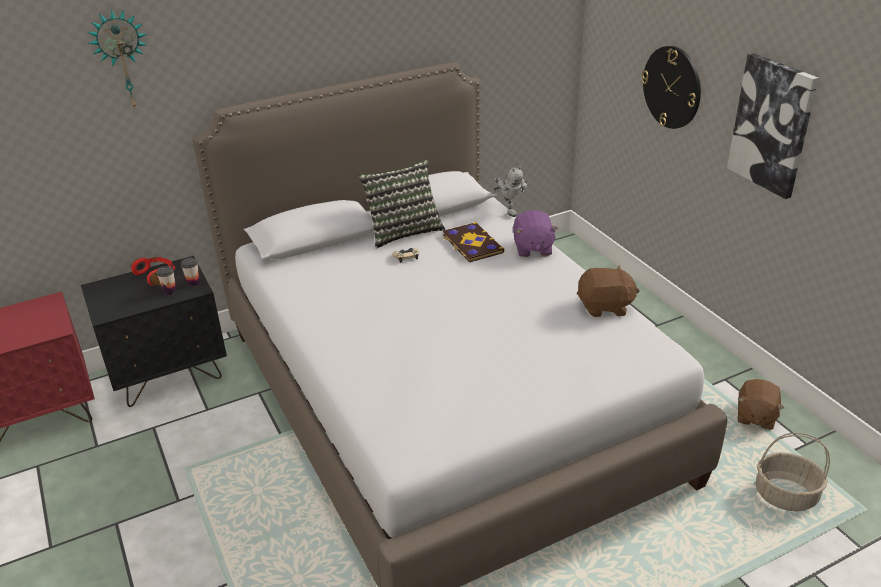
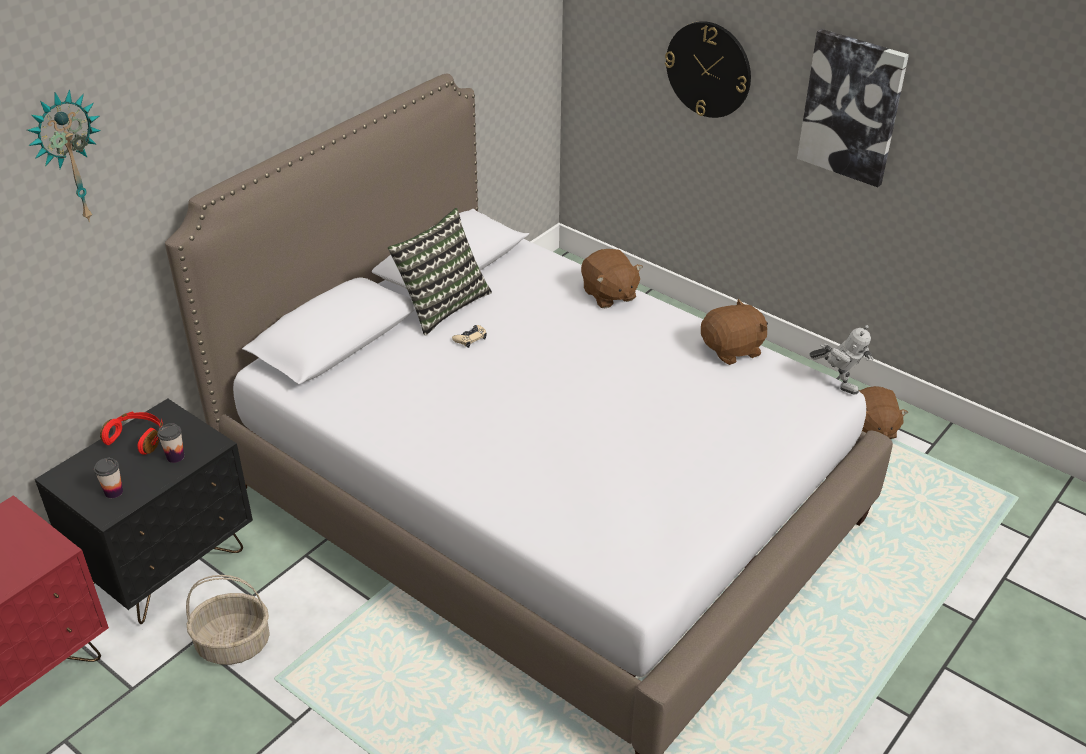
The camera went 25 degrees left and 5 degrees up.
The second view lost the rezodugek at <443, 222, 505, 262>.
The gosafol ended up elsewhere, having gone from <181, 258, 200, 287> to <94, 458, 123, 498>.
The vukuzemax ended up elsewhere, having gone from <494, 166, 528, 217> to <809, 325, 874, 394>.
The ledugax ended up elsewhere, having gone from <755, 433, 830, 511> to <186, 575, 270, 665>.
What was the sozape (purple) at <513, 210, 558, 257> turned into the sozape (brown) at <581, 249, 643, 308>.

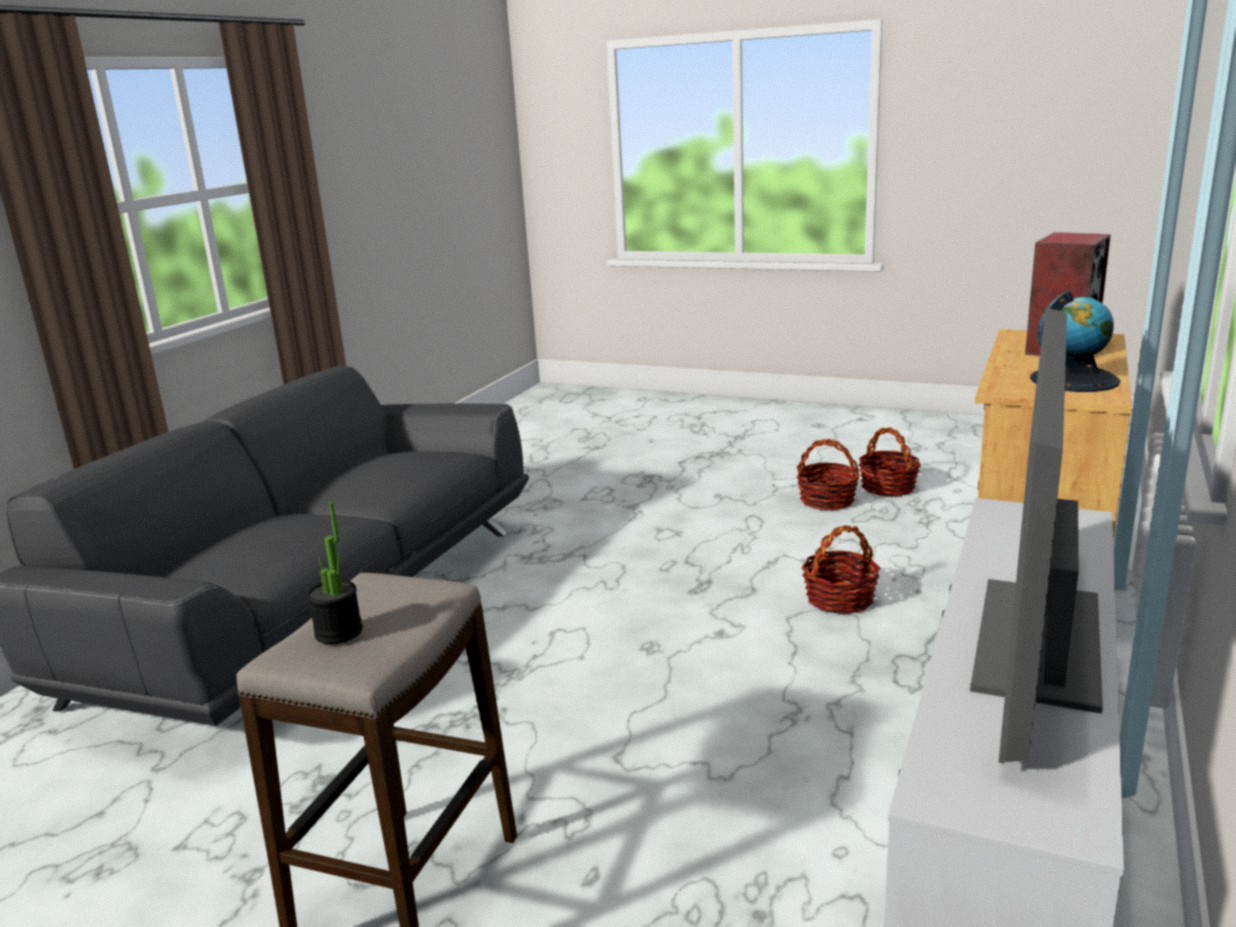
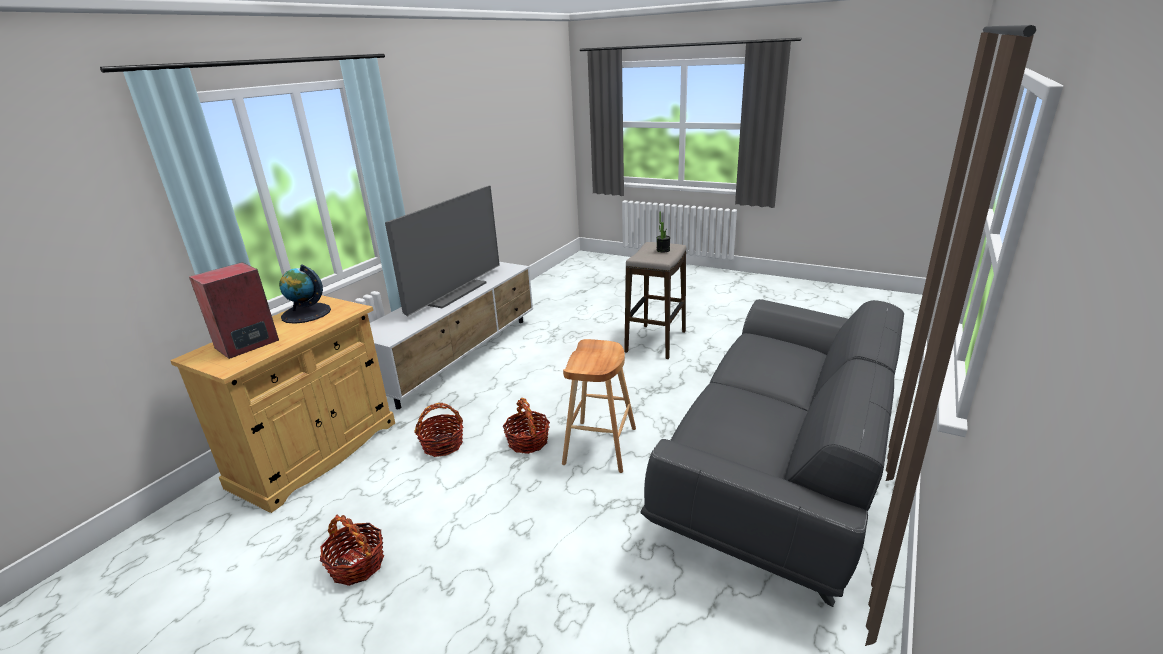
The camera went 175 degrees left and 5 degrees up.
The second view gained the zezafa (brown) at <562, 339, 636, 473>.
The ledugax ended up elsewhere, having gone from <859, 427, 921, 497> to <503, 398, 550, 454>.

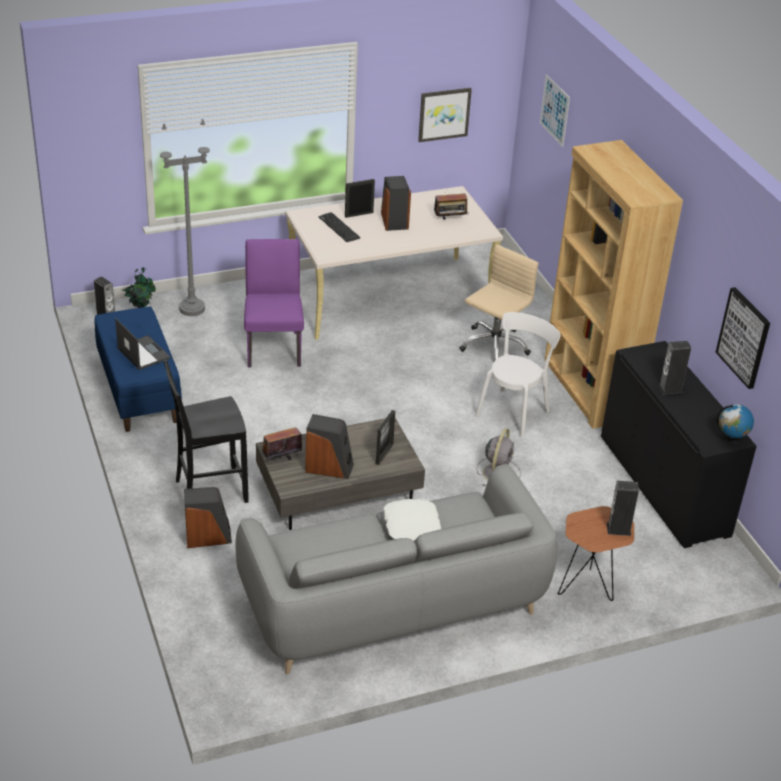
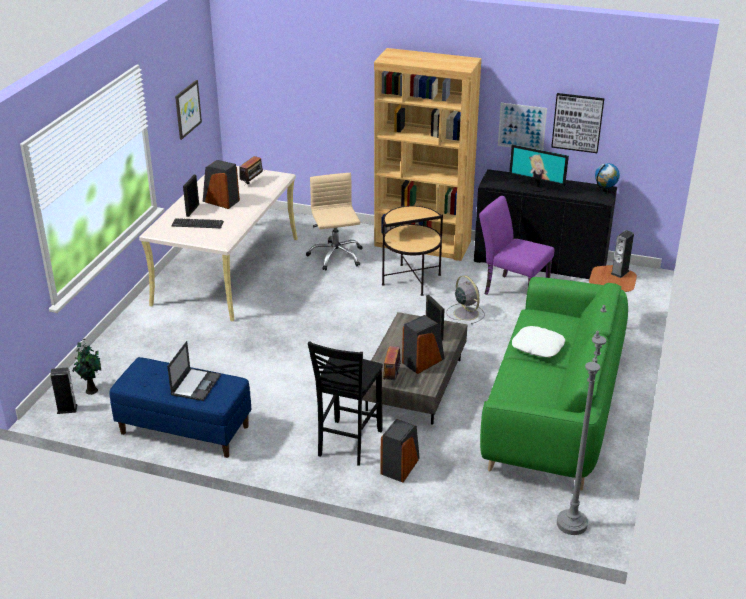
The camera went 50 degrees left and 5 degrees down.
The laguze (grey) ended up elsewhere, having gone from <160, 119, 210, 316> to <557, 305, 607, 535>.
The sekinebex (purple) ended up elsewhere, having gone from <244, 239, 304, 367> to <479, 196, 554, 295>.
The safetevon ended up elsewhere, having gone from <540, 74, 570, 147> to <498, 103, 547, 150>.
Where the sekinebex (white) stood at <475, 312, 560, 437>, the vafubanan came to stand at <382, 205, 443, 296>.
Where the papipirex stood at <658, 341, 691, 394>, the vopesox came to stand at <509, 145, 569, 192>.
What was the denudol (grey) at <236, 464, 557, 674> turned into the denudol (green) at <480, 277, 628, 491>.
The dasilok at <115, 318, 171, 370> ended up facing another way, 105 degrees clockwise from before.

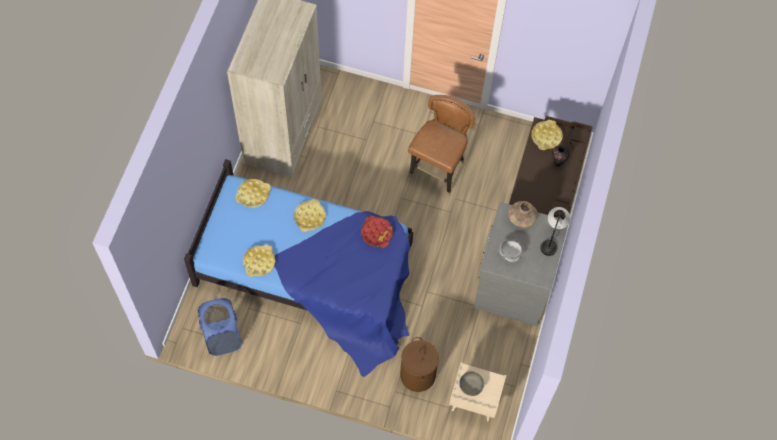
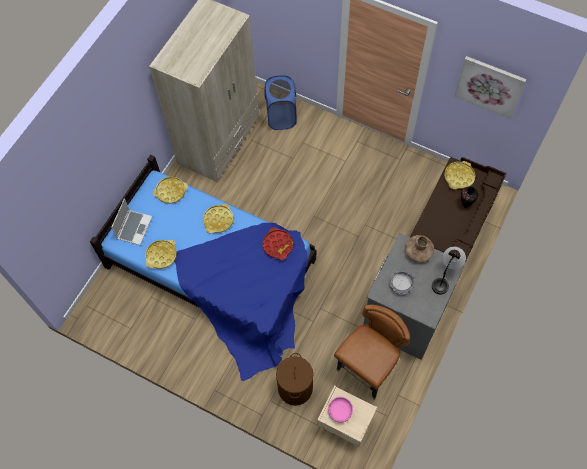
The camera went 15 degrees right and 0 degrees up.
The second view gained the dasilok at <111, 198, 152, 245>.
The second view gained the safetevon at <454, 56, 527, 119>.
The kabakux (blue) ended up elsewhere, having gone from <198, 298, 242, 356> to <265, 75, 296, 130>.
The sekinebex (brown) ended up elsewhere, having gone from <408, 95, 475, 196> to <334, 305, 410, 400>.
What was the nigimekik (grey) at <459, 371, 484, 396> turned into the nigimekik (pink) at <328, 397, 353, 422>.

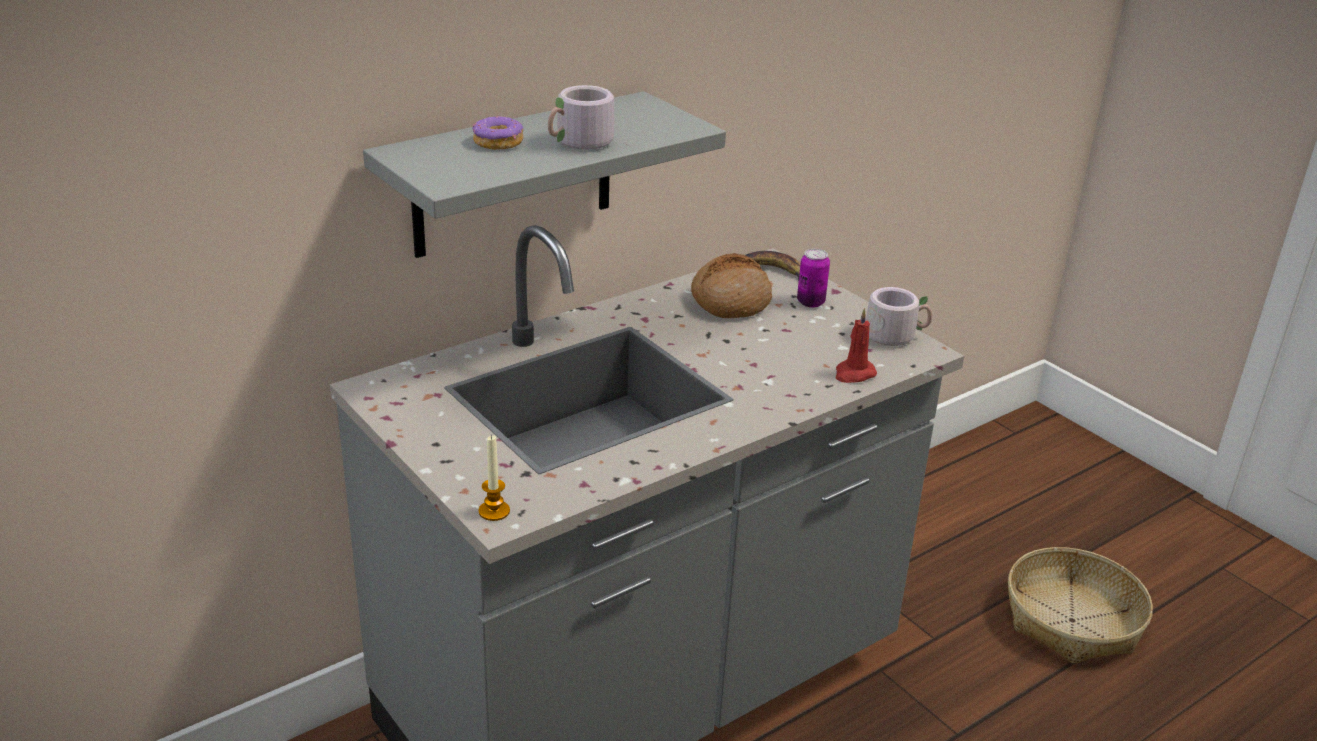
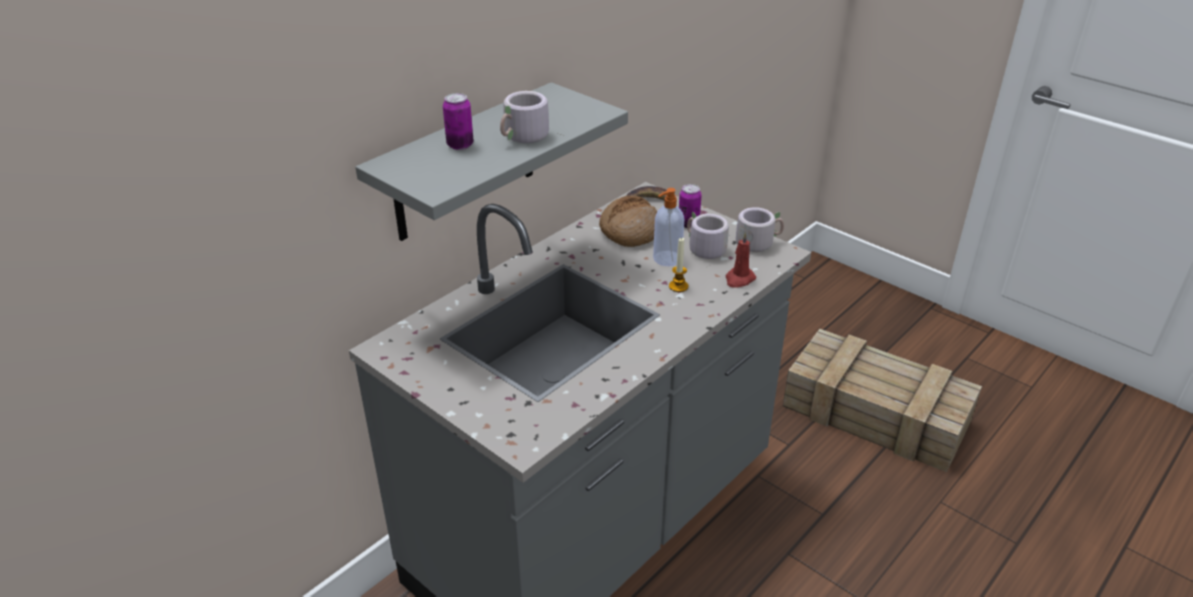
The camera went 10 degrees left and 5 degrees up.
The second view gained the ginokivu at <653, 188, 684, 266>.
The second view gained the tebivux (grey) at <687, 212, 729, 268>.
The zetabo ended up elsewhere, having gone from <479, 435, 510, 521> to <669, 237, 688, 292>.
Where the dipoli stood at <473, 116, 523, 150>, the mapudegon came to stand at <443, 93, 474, 150>.
Where the ledugax stood at <1008, 547, 1153, 664>, the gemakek came to stand at <783, 329, 982, 472>.

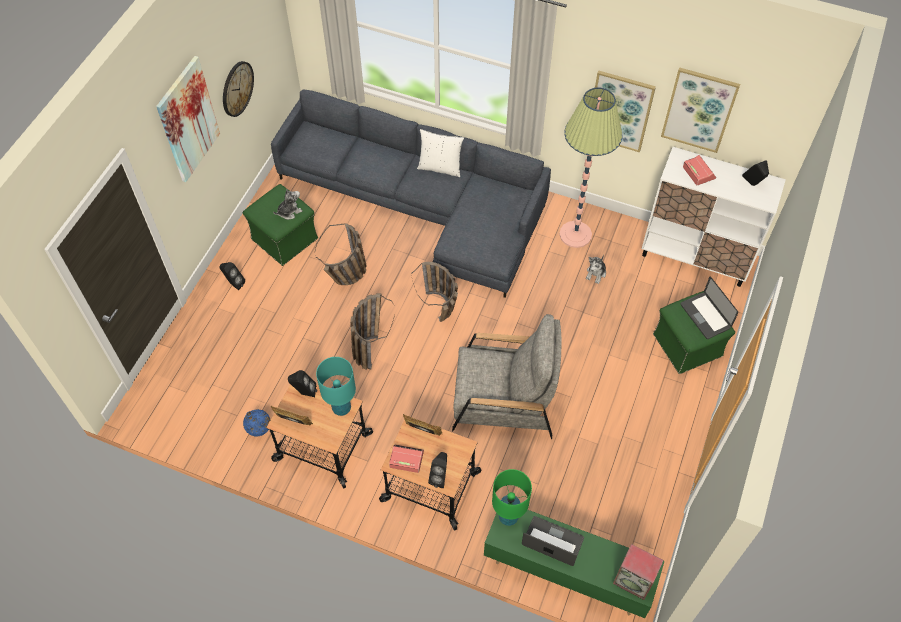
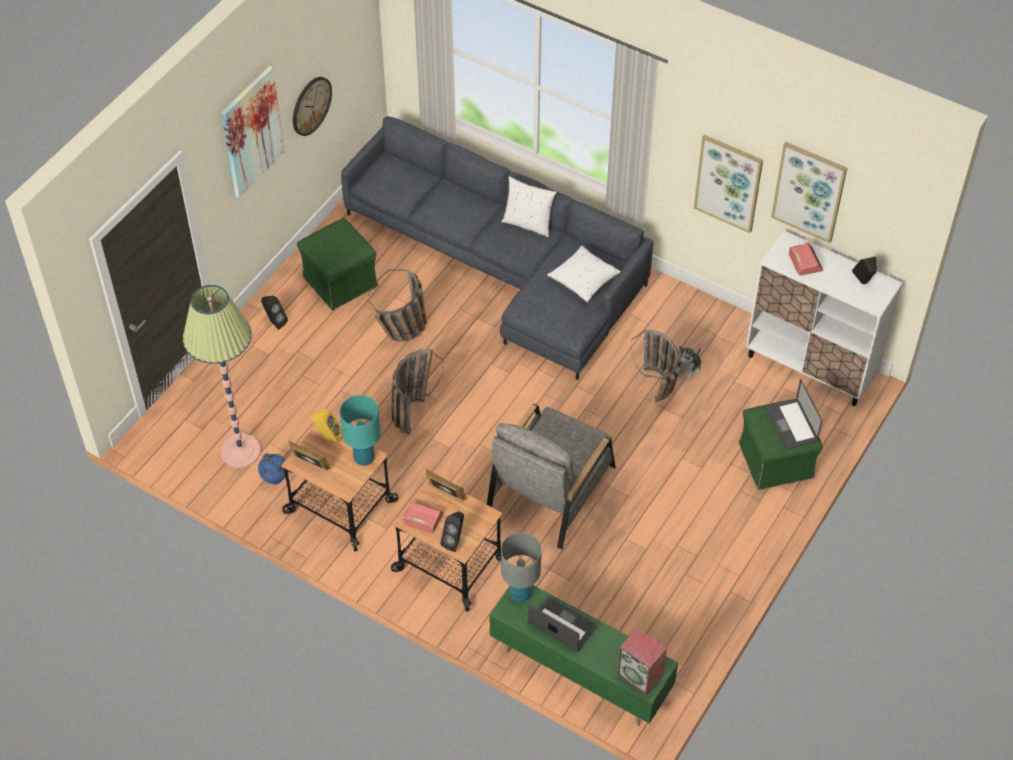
The camera went 10 degrees right and 5 degrees down.
The second view lost the sozape at <273, 189, 302, 220>.
The second view gained the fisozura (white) at <547, 245, 621, 302>.
The ledugax ended up elsewhere, having gone from <411, 262, 458, 322> to <631, 330, 681, 402>.
The laguze ended up elsewhere, having gone from <560, 87, 622, 248> to <183, 285, 261, 468>.
What was the papipirex (black) at <288, 370, 317, 397> turned into the papipirex (yellow) at <311, 409, 342, 443>.
What was the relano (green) at <492, 469, 532, 526> turned into the relano (grey) at <501, 532, 542, 602>.
The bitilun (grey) at <452, 314, 562, 439> ended up facing another way, 105 degrees clockwise from before.

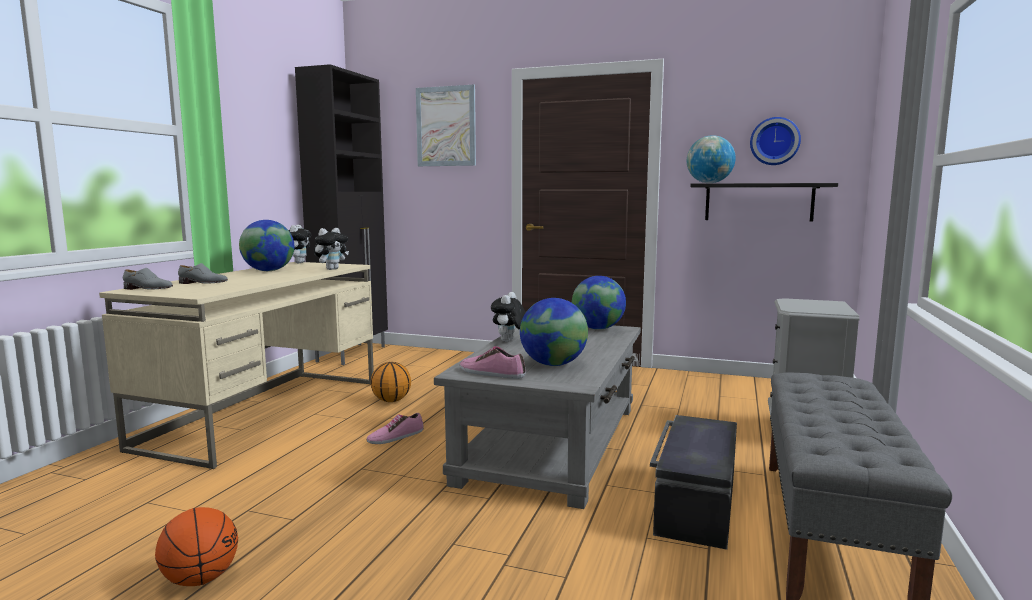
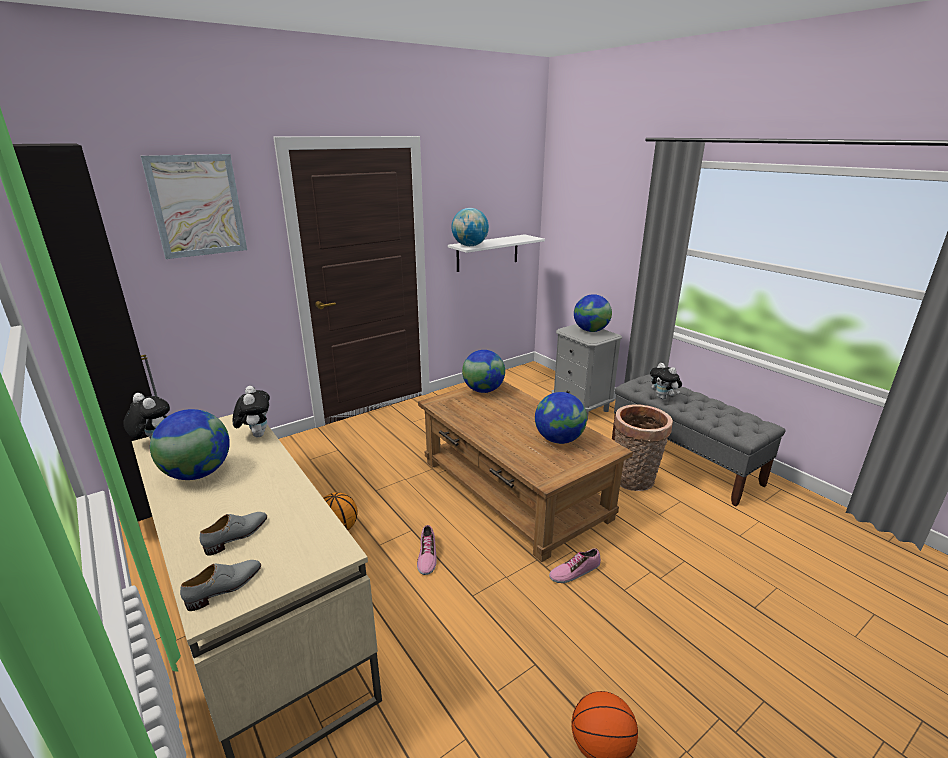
The camera went 55 degrees left and 15 degrees up.
The second view lost the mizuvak at <750, 117, 801, 165>.
The second view gained the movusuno at <574, 294, 612, 332>.
The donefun ended up elsewhere, having gone from <460, 346, 526, 379> to <549, 548, 601, 583>.
The sozape ended up elsewhere, having gone from <491, 292, 526, 342> to <650, 363, 682, 400>.
Where the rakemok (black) stood at <650, 415, 737, 550>, the ledugax came to stand at <614, 404, 673, 491>.
What was the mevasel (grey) at <434, 325, 641, 509> turned into the mevasel (brown) at <418, 381, 633, 562>.
What was the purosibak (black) at <690, 183, 838, 222> turned into the purosibak (white) at <448, 234, 545, 272>.

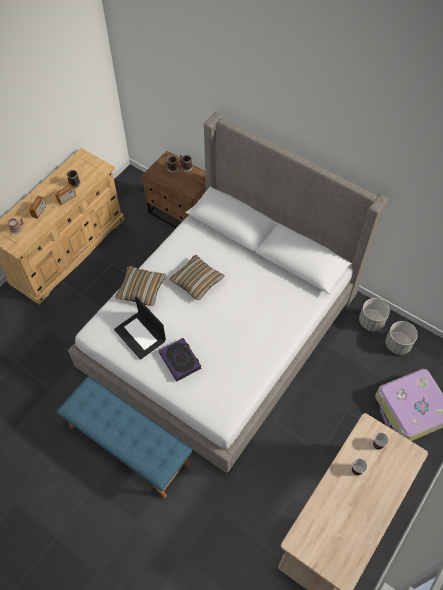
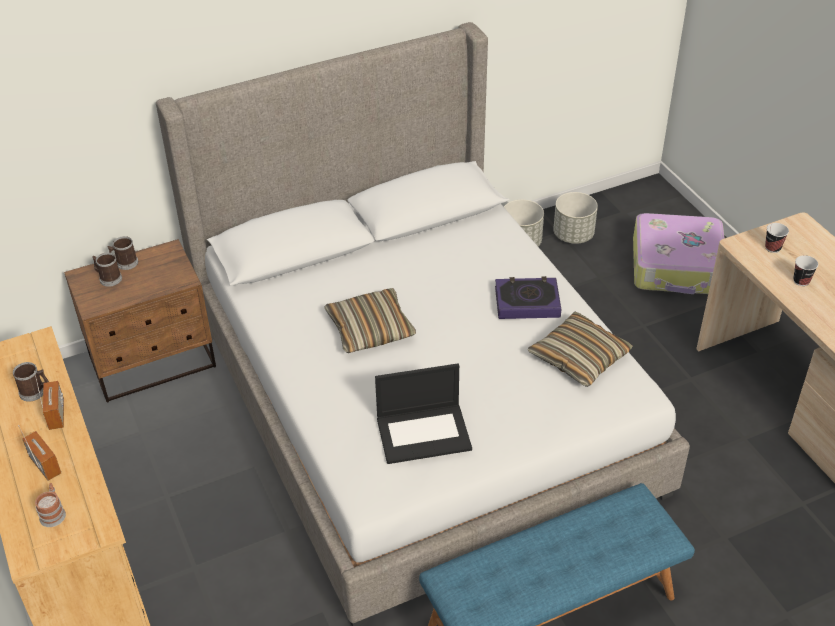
The camera went 60 degrees left and 15 degrees down.
The fisozura ended up elsewhere, having gone from <115, 266, 166, 306> to <528, 312, 633, 387>.
The rezodugek ended up elsewhere, having gone from <159, 338, 202, 382> to <495, 276, 561, 319>.

